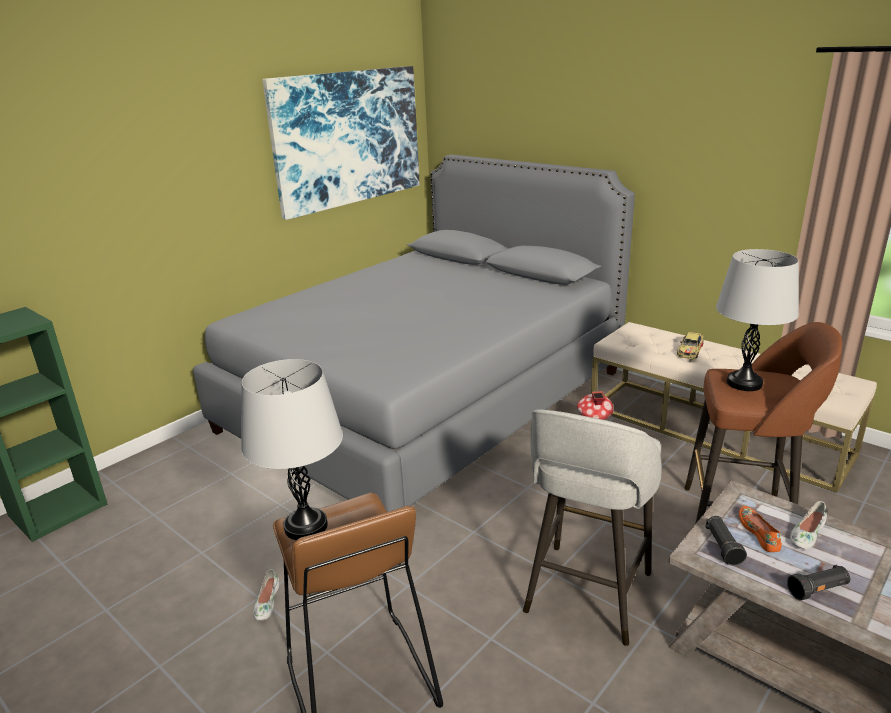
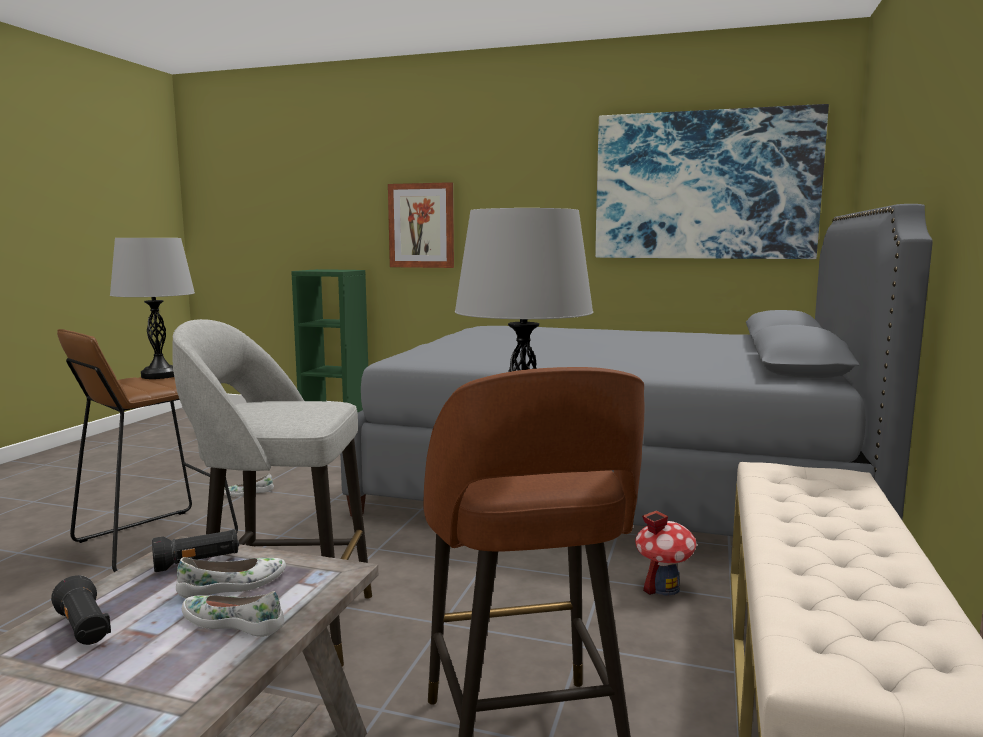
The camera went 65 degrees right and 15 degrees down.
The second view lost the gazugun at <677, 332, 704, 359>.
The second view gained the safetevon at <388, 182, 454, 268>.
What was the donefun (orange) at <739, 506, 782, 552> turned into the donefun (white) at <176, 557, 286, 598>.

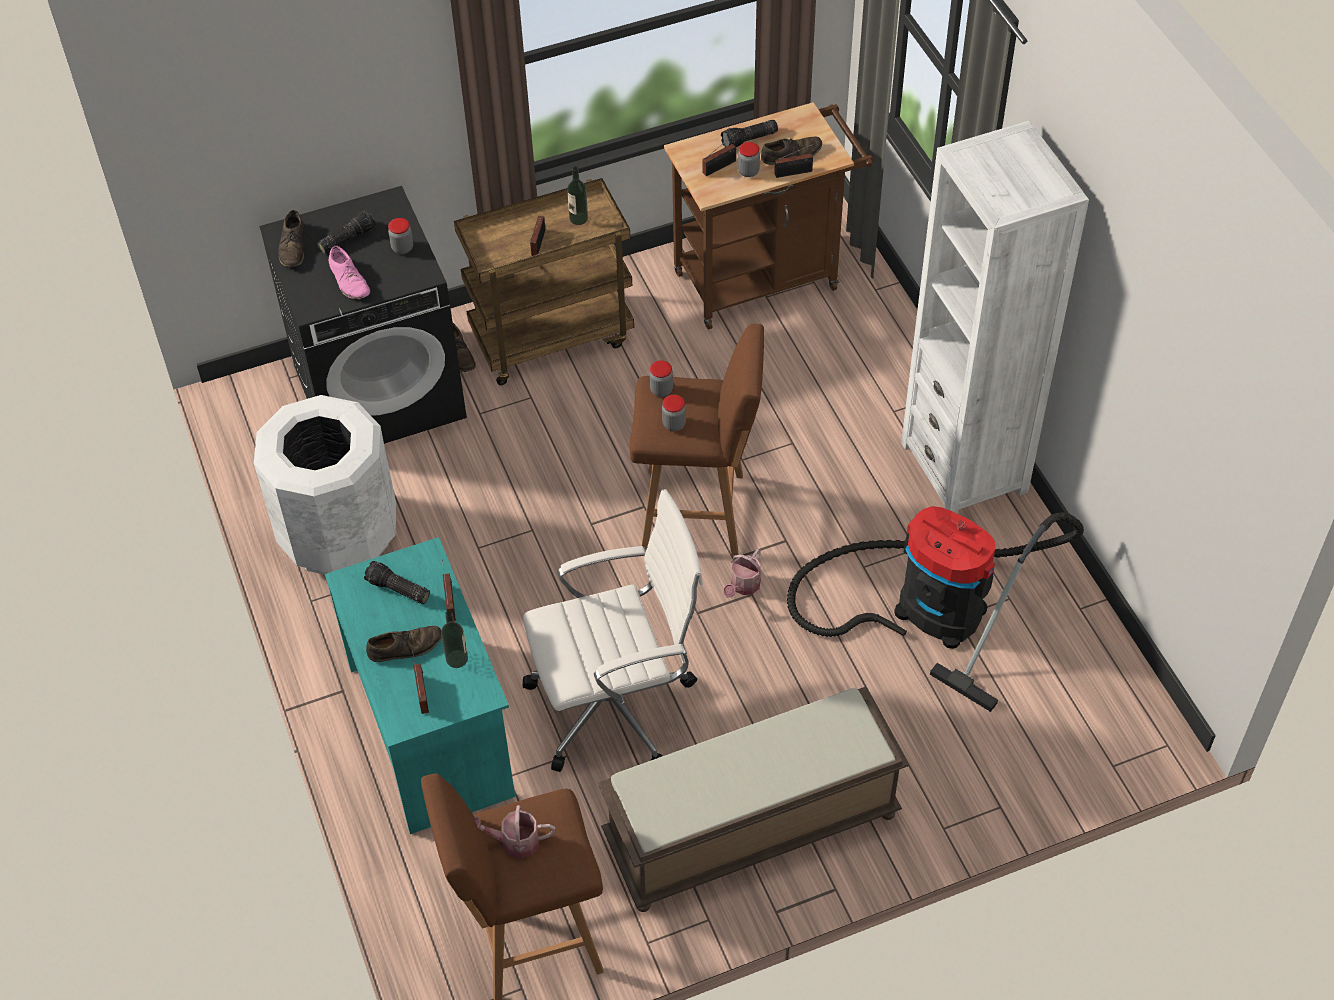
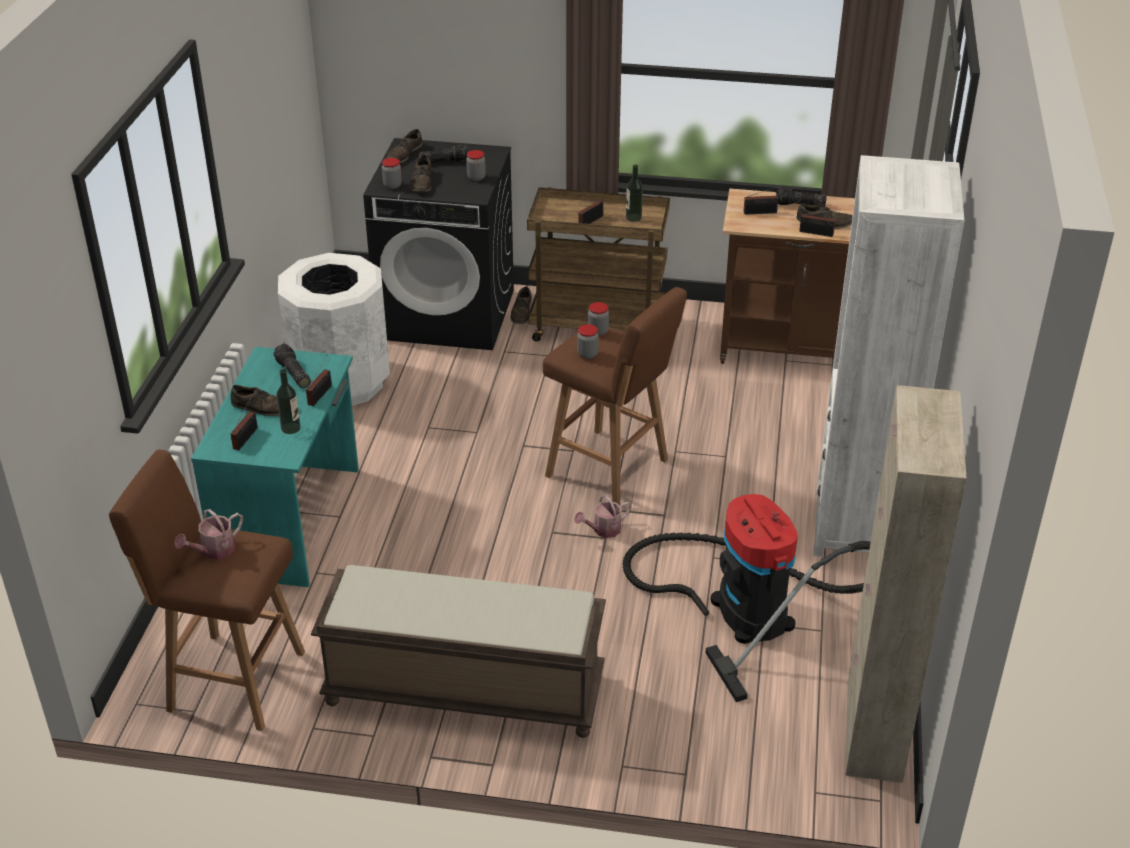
The camera went 30 degrees right and 15 degrees down.
The second view lost the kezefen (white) at <523, 489, 703, 772>.
The second view gained the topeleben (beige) at <845, 385, 967, 783>.
The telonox ended up elsewhere, having gone from <738, 142, 760, 177> to <382, 158, 402, 189>.
What was the donefun (pink) at <329, 246, 371, 299> turned into the donefun (brown) at <410, 155, 431, 192>.
The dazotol at <474, 805, 555, 858> ended up facing another way, 75 degrees counterclockwise from before.

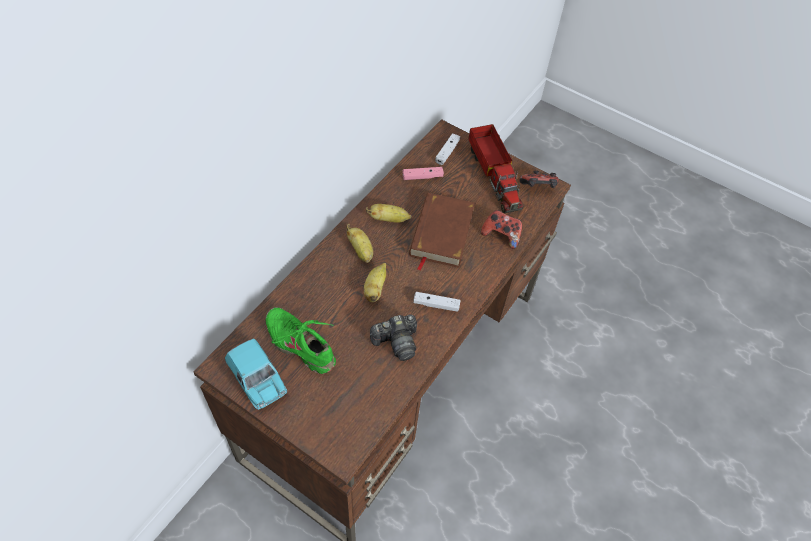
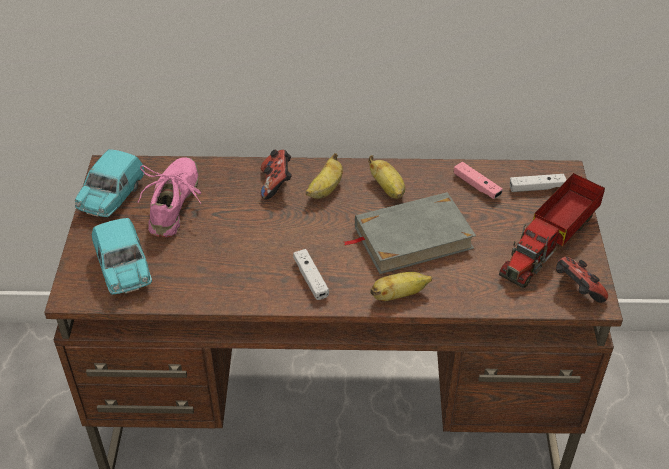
The camera went 60 degrees right and 10 degrees down.
The second view lost the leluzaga at <370, 314, 417, 361>.
The second view gained the gazugun (turquoise) at <92, 218, 152, 294>.
The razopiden ended up elsewhere, having gone from <364, 263, 386, 302> to <370, 272, 432, 301>.
The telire ended up elsewhere, having gone from <481, 210, 522, 249> to <261, 149, 292, 200>.
What was the donefun (green) at <265, 307, 336, 374> turned into the donefun (pink) at <137, 157, 201, 237>.
What was the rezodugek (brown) at <409, 193, 475, 271> turned into the rezodugek (grey) at <344, 192, 476, 274>.

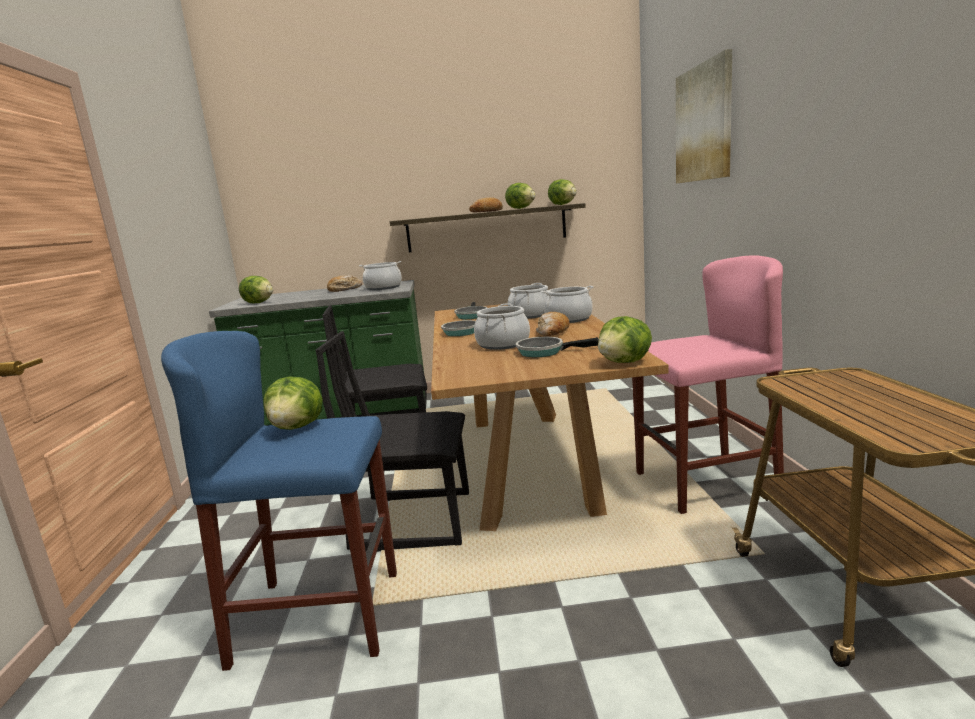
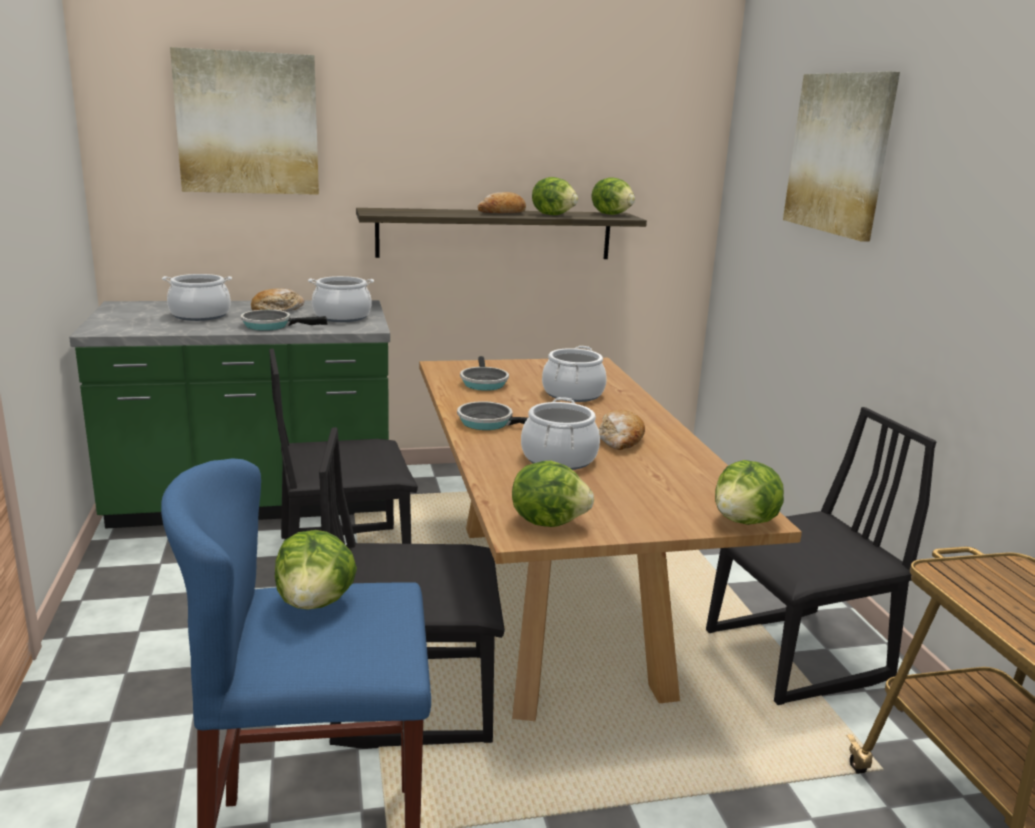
The camera went 10 degrees left and 5 degrees up.
The second view gained the safetevon at <170, 47, 319, 195>.
The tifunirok ended up elsewhere, having gone from <239, 276, 273, 303> to <512, 461, 594, 527>.
The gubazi ended up elsewhere, having gone from <516, 337, 599, 357> to <241, 310, 328, 331>.
The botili ended up elsewhere, having gone from <541, 286, 593, 323> to <162, 274, 232, 321>.
Where the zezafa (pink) stood at <632, 255, 784, 514>, the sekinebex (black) came to stand at <706, 407, 936, 705>.

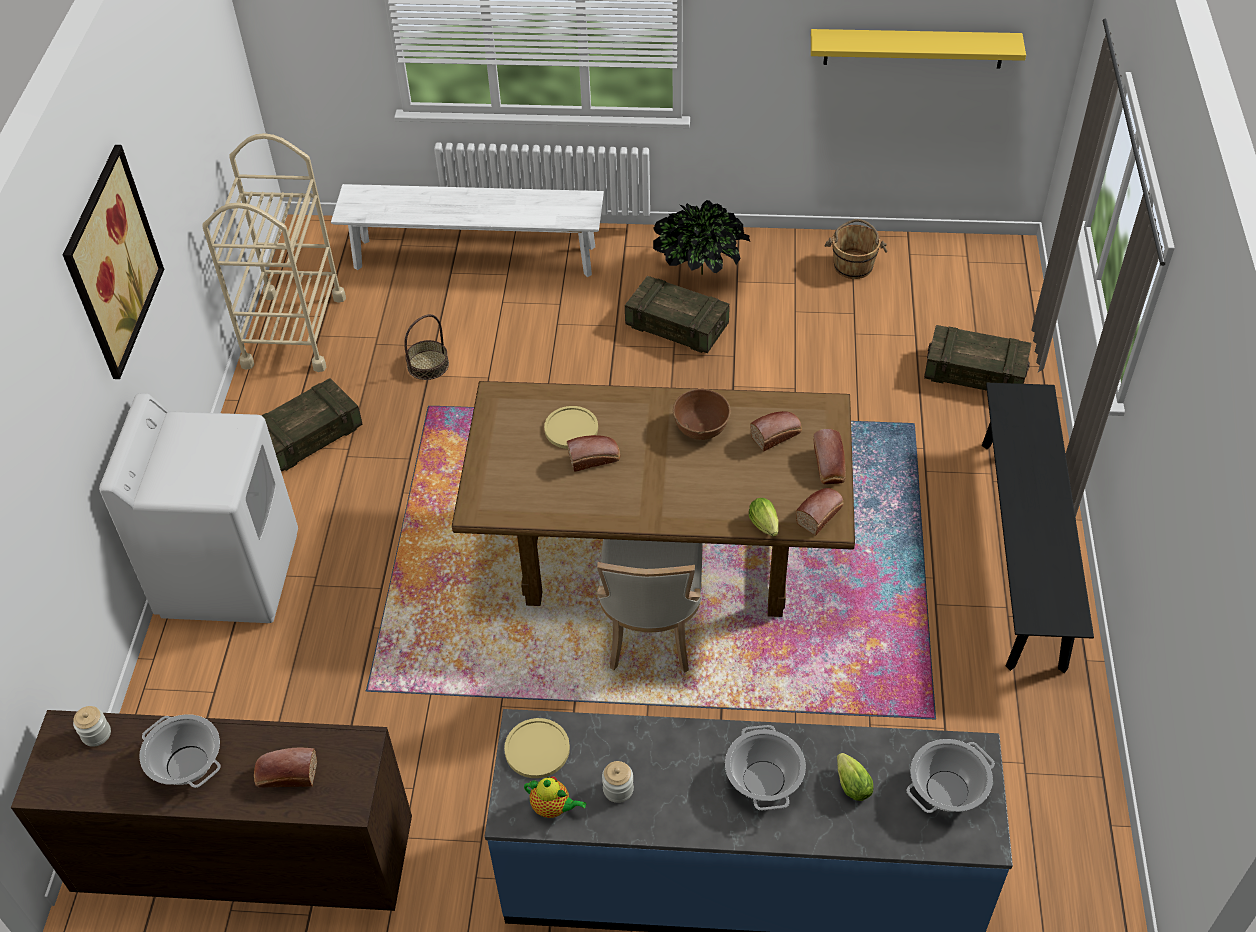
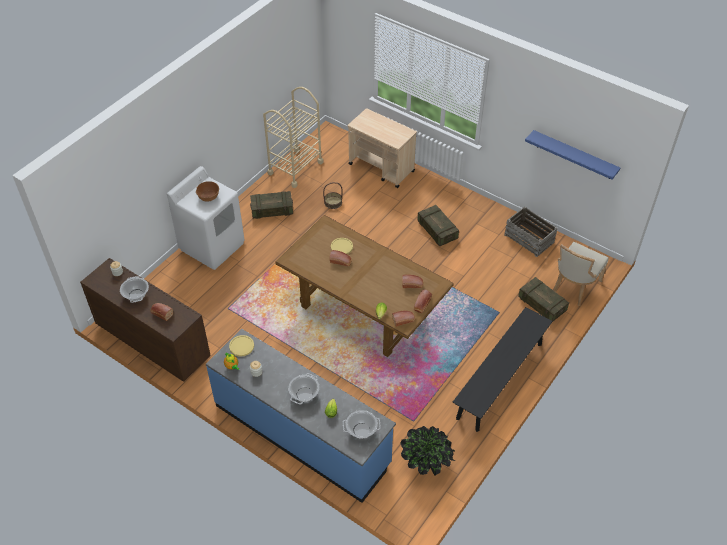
The camera went 30 degrees right and 0 degrees up.
The second view lost the safetevon at <63, 145, 164, 379>.
The sekinebex (beige) ended up elsewhere, having gone from <596, 539, 703, 673> to <553, 242, 608, 306>.
The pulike ended up elsewhere, having gone from <653, 200, 750, 275> to <400, 426, 455, 476>.
The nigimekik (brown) ended up elsewhere, having gone from <673, 389, 730, 440> to <196, 181, 219, 201>.
Where the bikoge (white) stood at <331, 184, 604, 277>, the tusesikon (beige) came to stand at <348, 108, 417, 188>.
Where the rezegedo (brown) stood at <824, 219, 887, 279>, the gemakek came to stand at <504, 206, 558, 257>.
What was the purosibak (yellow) at <811, 29, 1026, 69> turned into the purosibak (blue) at <525, 130, 620, 180>.

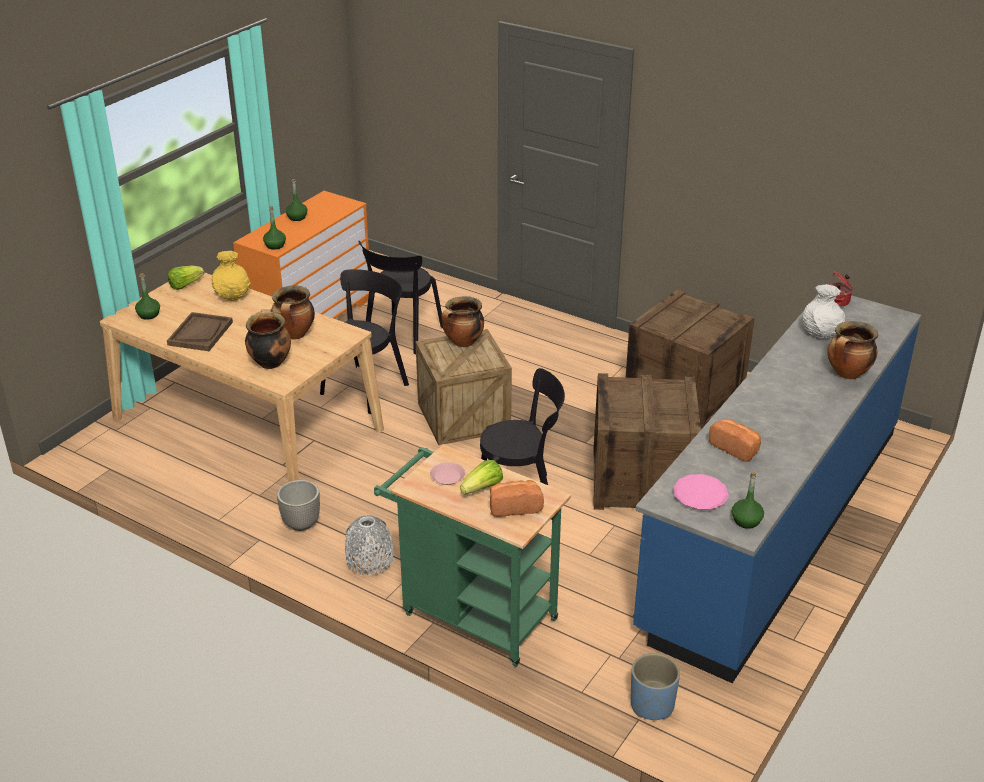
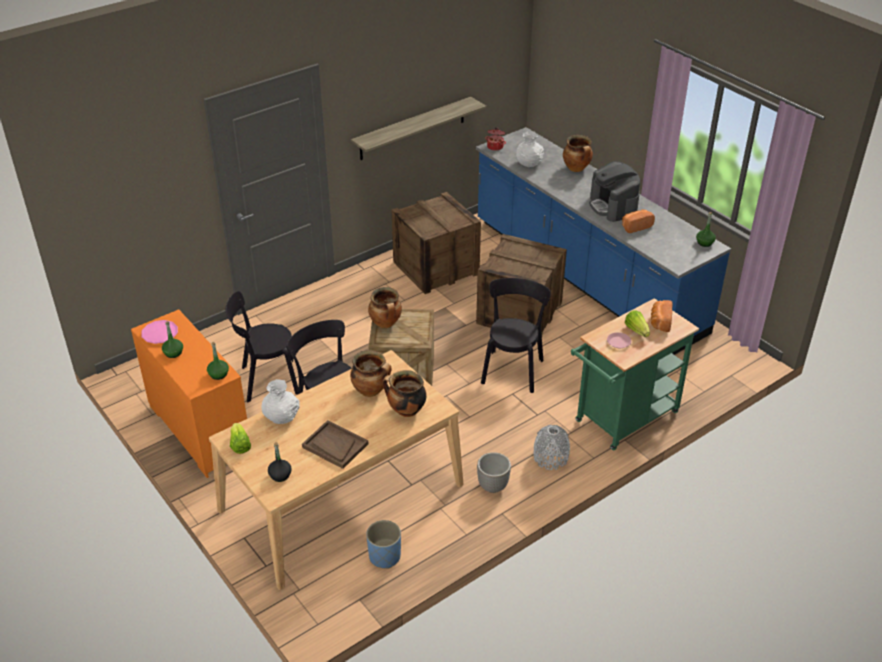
The camera went 70 degrees left and 5 degrees up.
The second view gained the purosibak at <351, 97, 487, 160>.
The second view gained the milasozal at <589, 161, 640, 222>.
The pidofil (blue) ended up elsewhere, having gone from <630, 653, 680, 720> to <366, 520, 401, 569>.
The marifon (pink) ended up elsewhere, having gone from <673, 474, 729, 510> to <141, 320, 178, 344>.
What was the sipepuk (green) at <135, 273, 160, 320> turned into the sipepuk (black) at <268, 442, 292, 482>.
What was the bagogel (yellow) at <212, 251, 251, 301> turned into the bagogel (white) at <262, 379, 300, 424>.
The sekinebex (black) at <359, 241, 443, 355> ended up facing another way, 120 degrees clockwise from before.

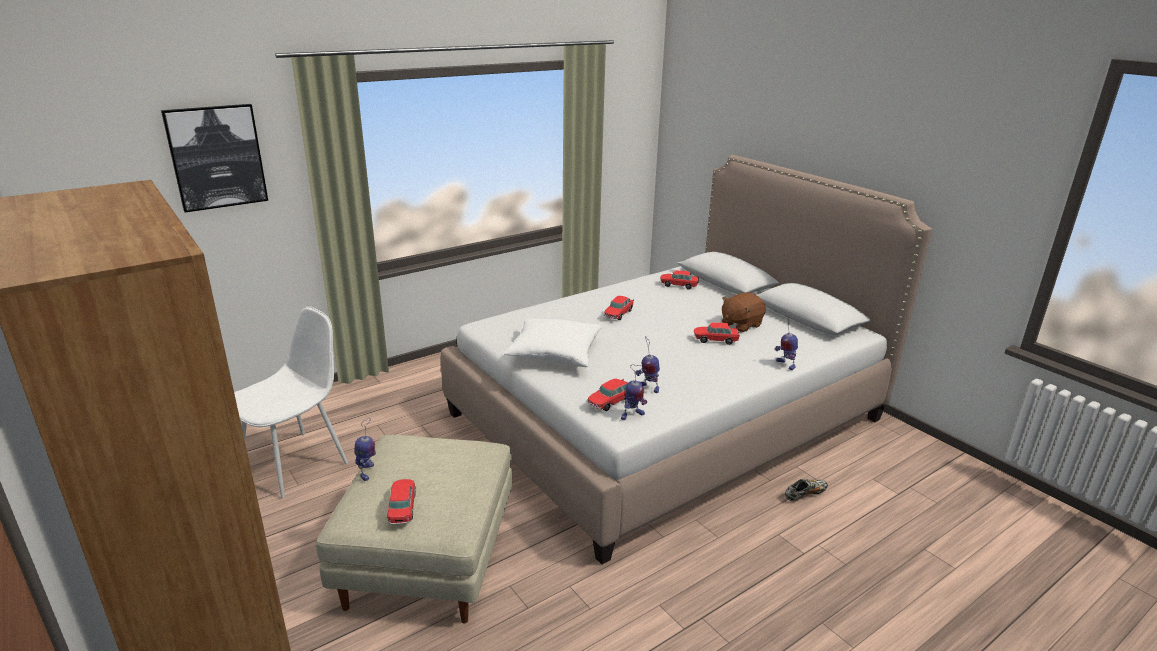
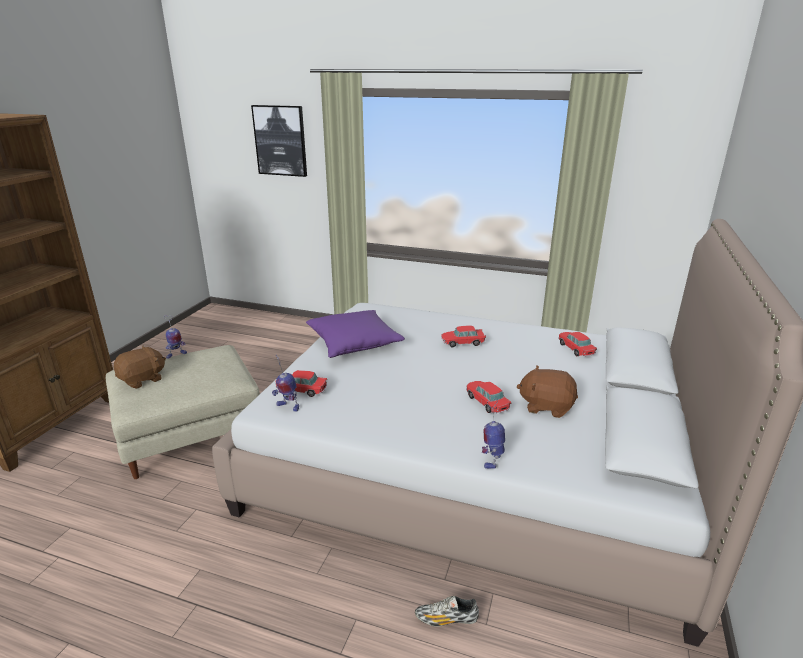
The camera went 55 degrees right and 0 degrees up.
The second view lost the sekinebex (white) at <234, 306, 348, 498>.
The second view lost the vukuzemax at <636, 337, 660, 393>.
Where the gazugun stood at <387, 479, 416, 524>, the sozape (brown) came to stand at <114, 345, 166, 389>.
What was the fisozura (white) at <504, 319, 602, 367> turned into the fisozura (purple) at <306, 310, 405, 358>.
The donefun at <785, 479, 828, 502> ended up facing another way, 150 degrees clockwise from before.

